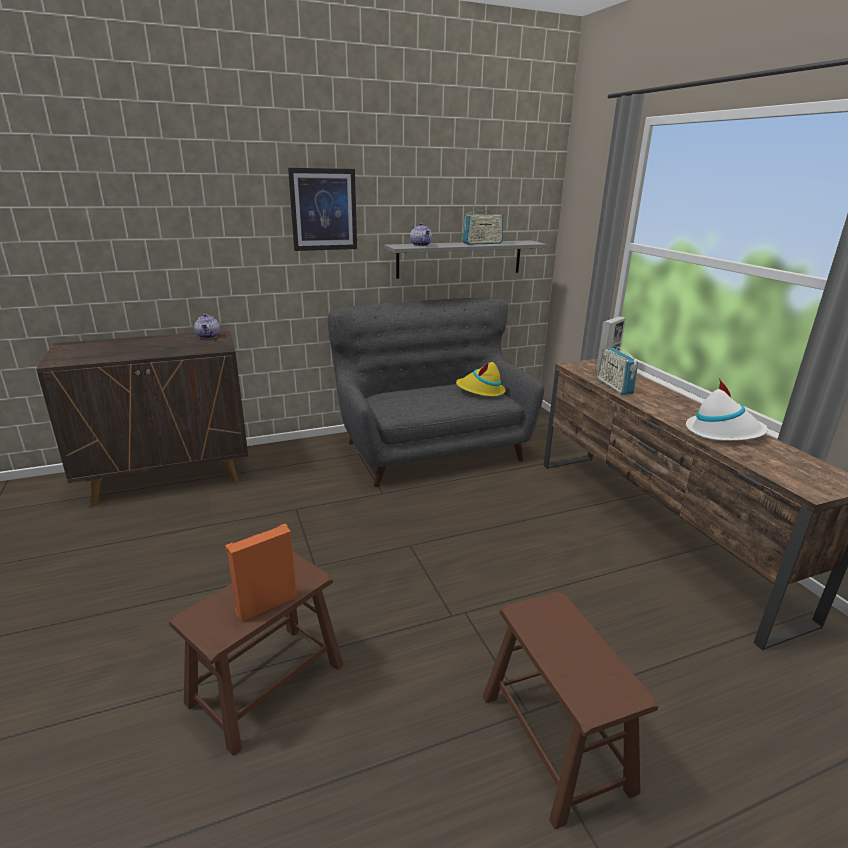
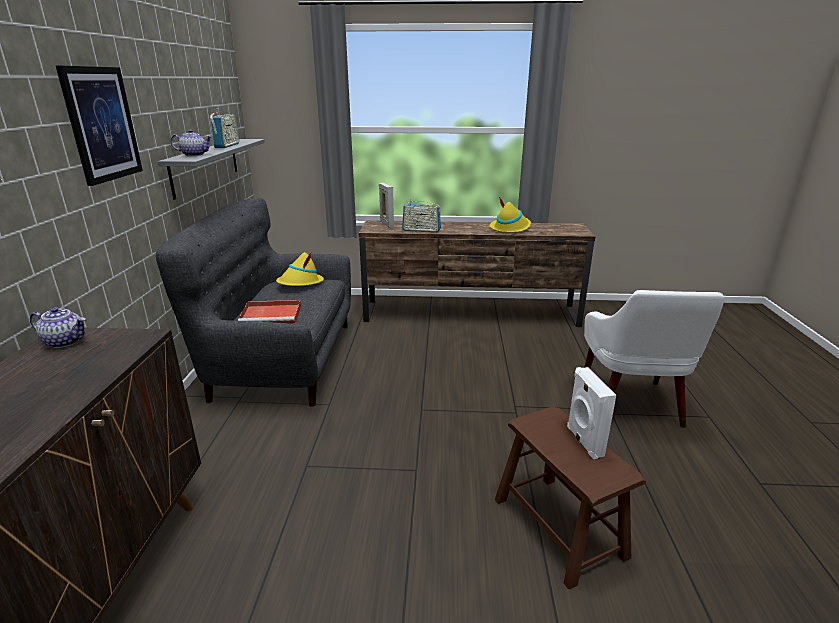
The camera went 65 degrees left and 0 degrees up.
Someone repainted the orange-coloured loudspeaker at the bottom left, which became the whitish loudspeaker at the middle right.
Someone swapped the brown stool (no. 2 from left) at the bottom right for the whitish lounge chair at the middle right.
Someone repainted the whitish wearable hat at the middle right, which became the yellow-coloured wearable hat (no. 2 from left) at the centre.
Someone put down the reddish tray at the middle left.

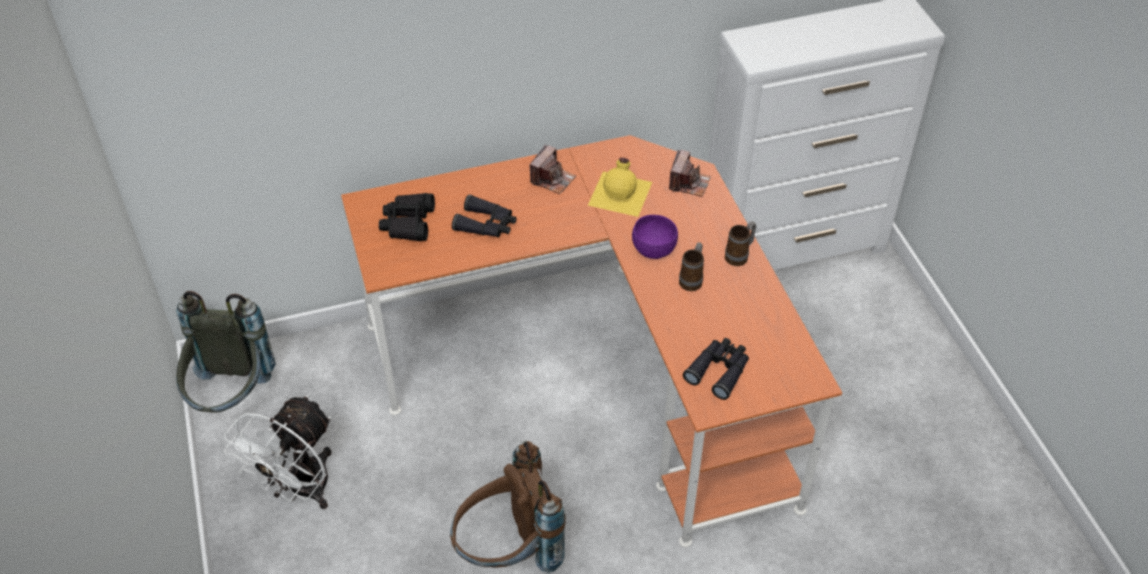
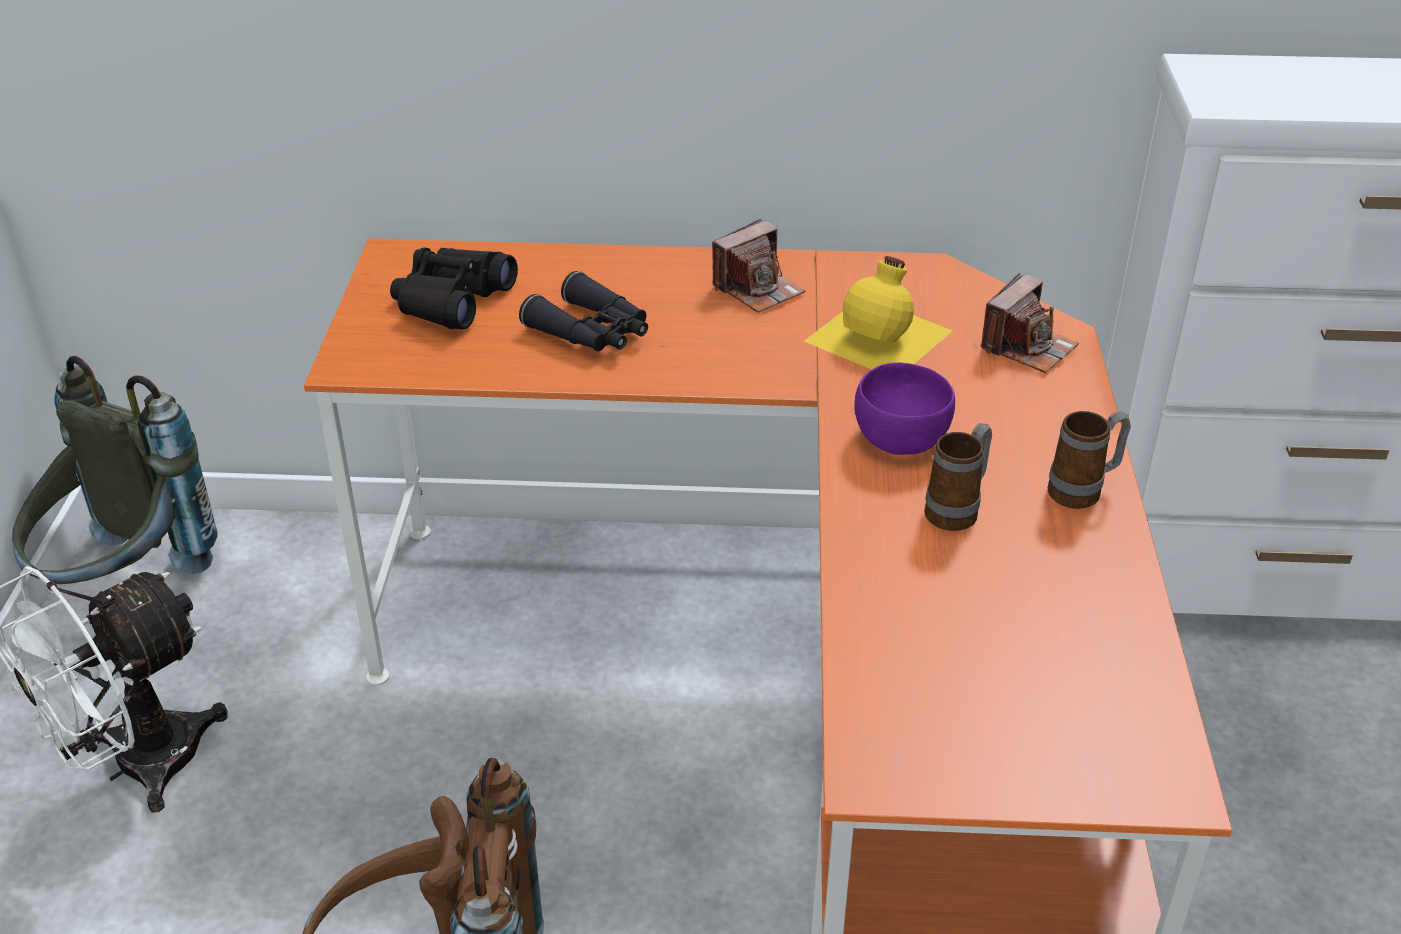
The camera went 20 degrees right and 10 degrees down.
Someone took away the black pair of binoculars (no. 3 from left) at the centre.

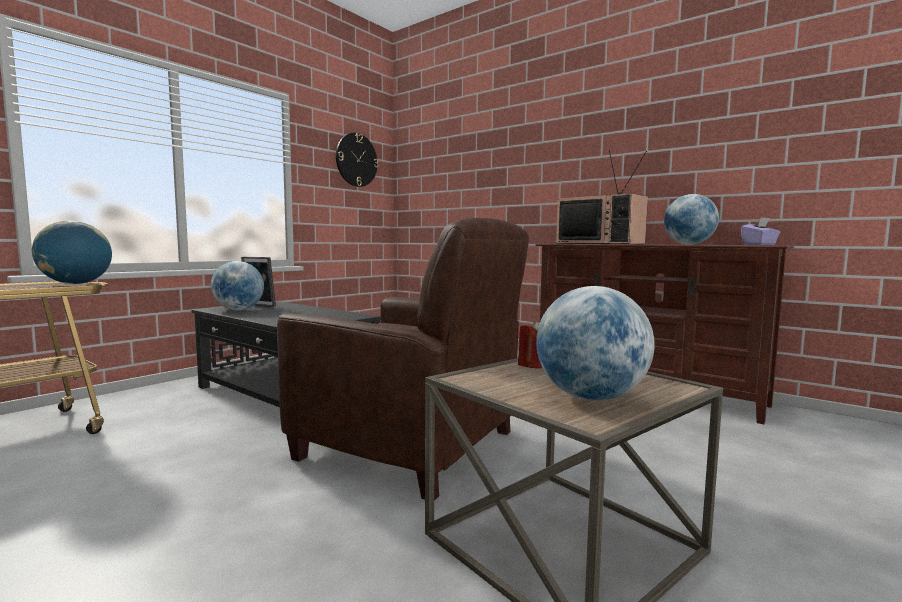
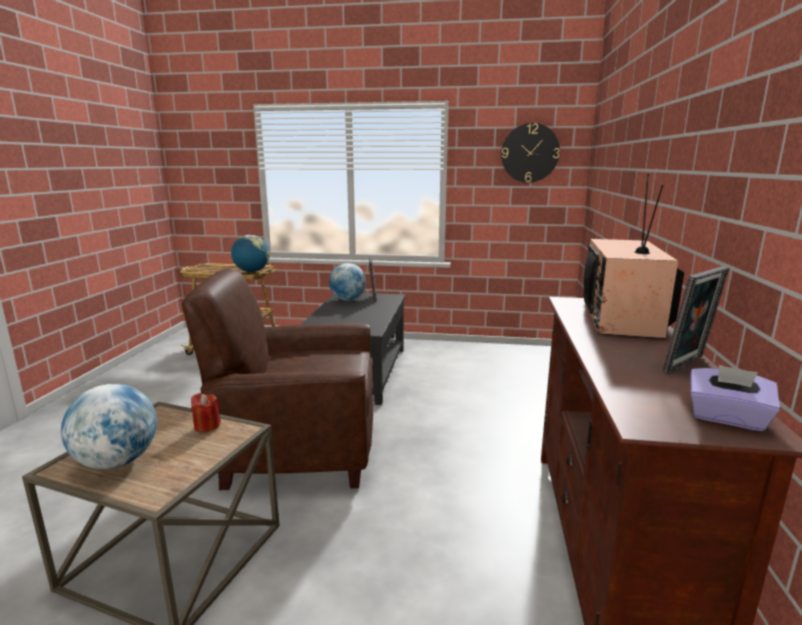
The camera went 60 degrees right and 10 degrees up.
Someone rotated the brown lounge chair at the centre by 90 degrees clockwise.
Someone swapped the desk globe (no. 4 from left) at the middle right for the photo frame (no. 2 from left) at the middle right.

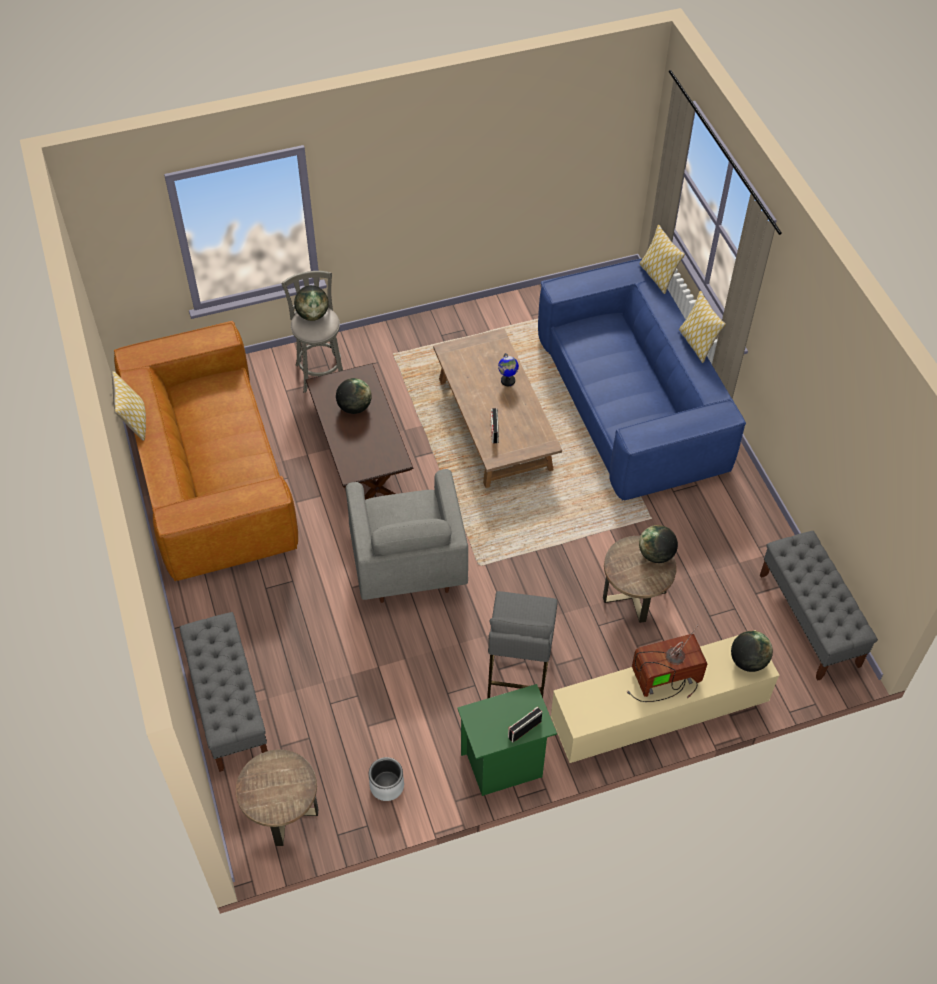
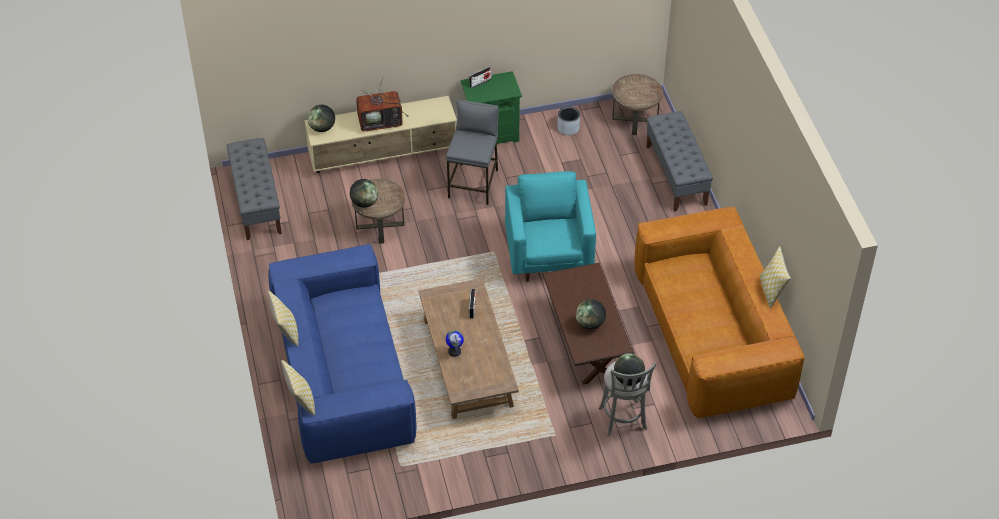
The camera went 175 degrees left and 5 degrees down.
Someone repainted the gray lounge chair at the centre, which became the turquoise-coloured lounge chair at the centre.

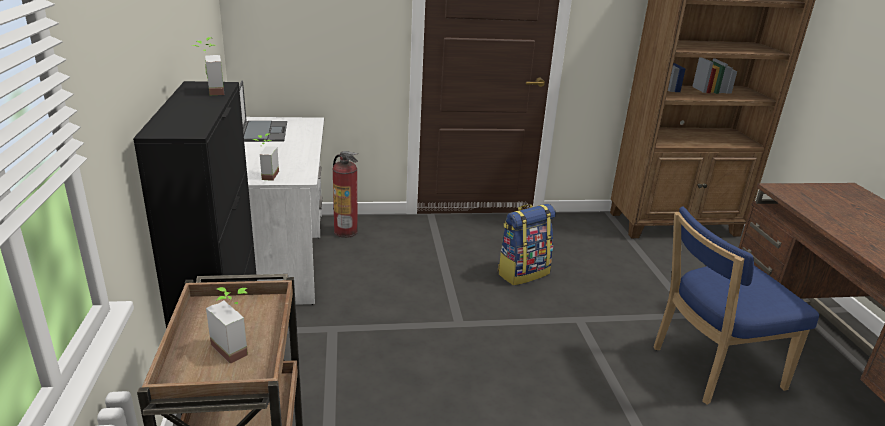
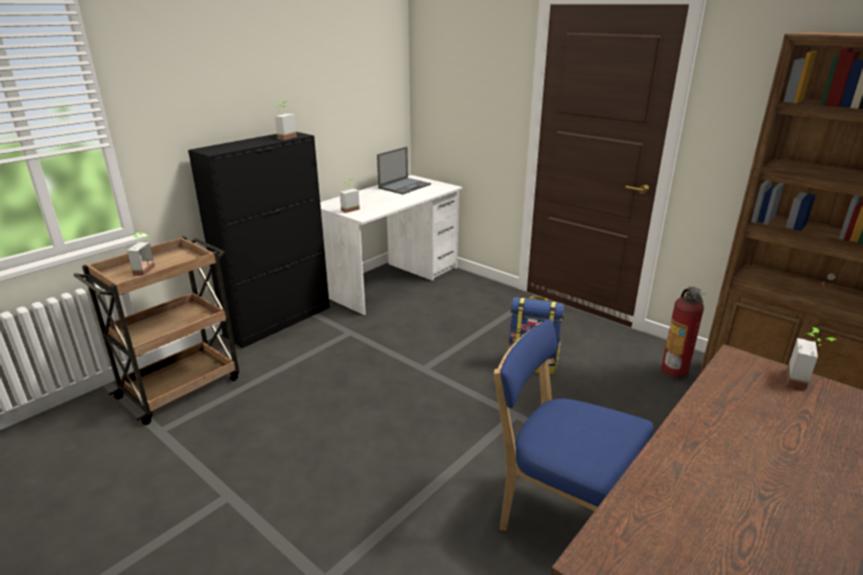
The camera went 50 degrees right and 0 degrees up.
Someone carried the extinguisher from the centre to the middle right.
Someone put down the plant in a pot (no. 4 from left) at the middle right.

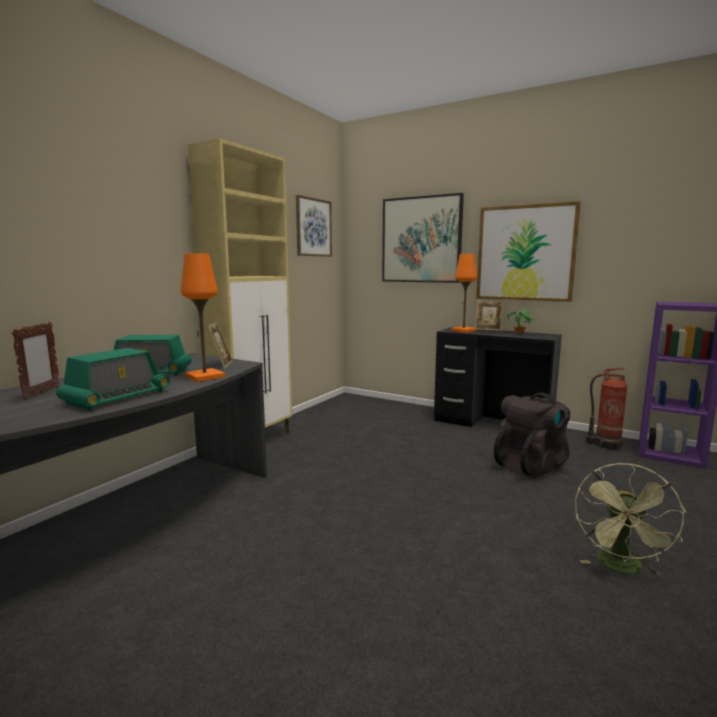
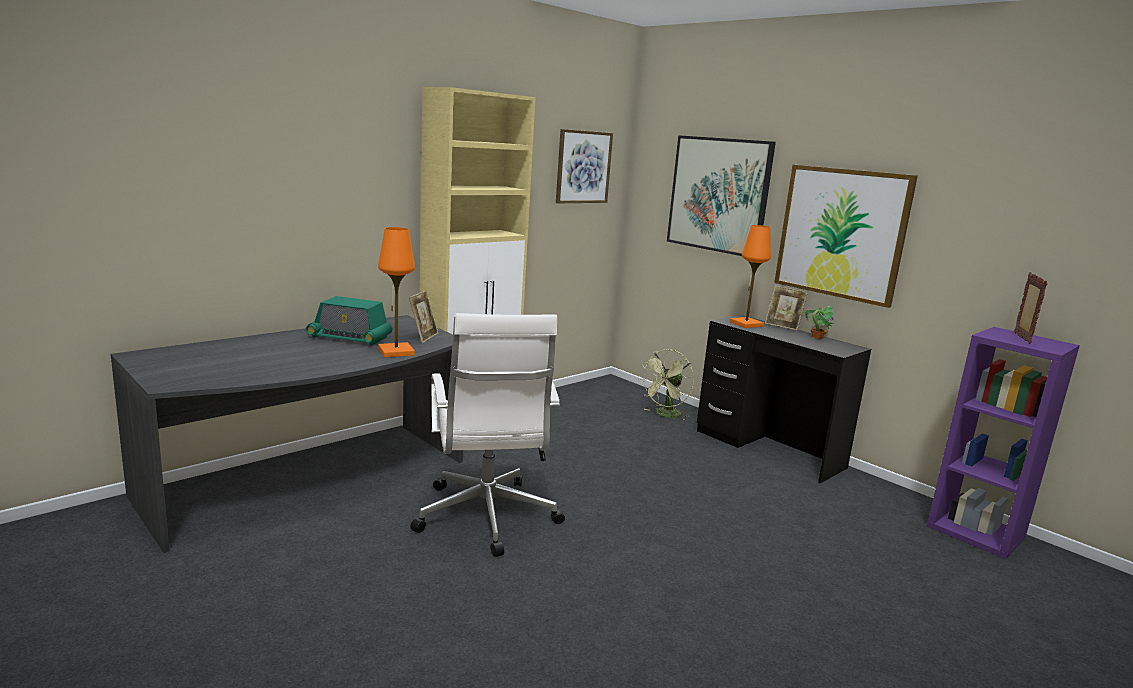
The camera went 15 degrees right and 5 degrees up.
Someone carried the photo frame (no. 1 from left in the first image) from the middle left to the middle right.
Someone took away the radio receiver (no. 1 from left) at the middle left.
Someone took away the black rucksack at the middle right.
Someone carried the greenish fan from the bottom right to the centre.
Someone took away the extinguisher at the middle right.
Someone put down the whitish desk chair at the centre.

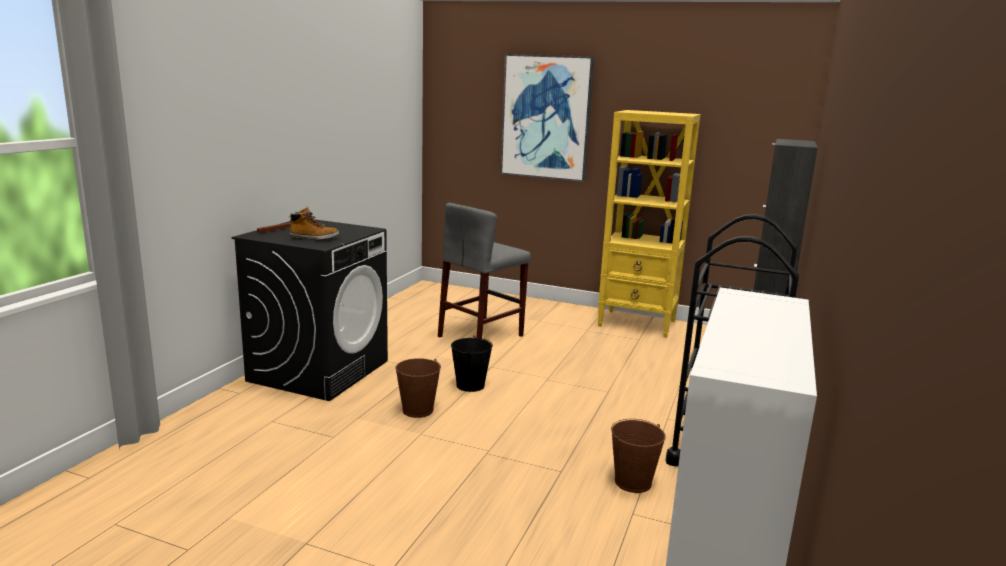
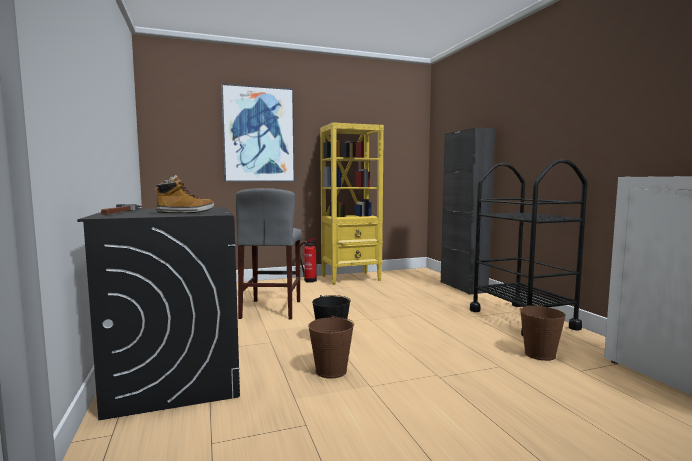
The camera went 40 degrees left and 10 degrees down.
Someone put down the extinguisher at the centre.

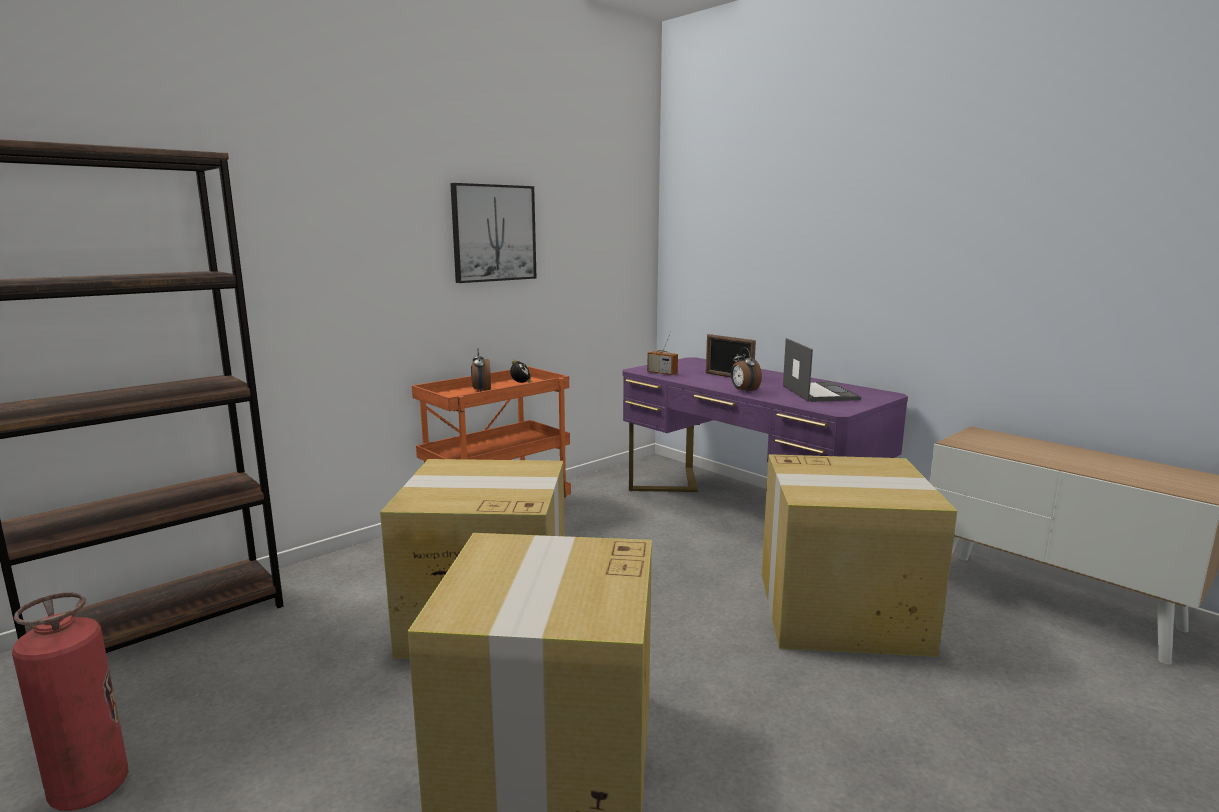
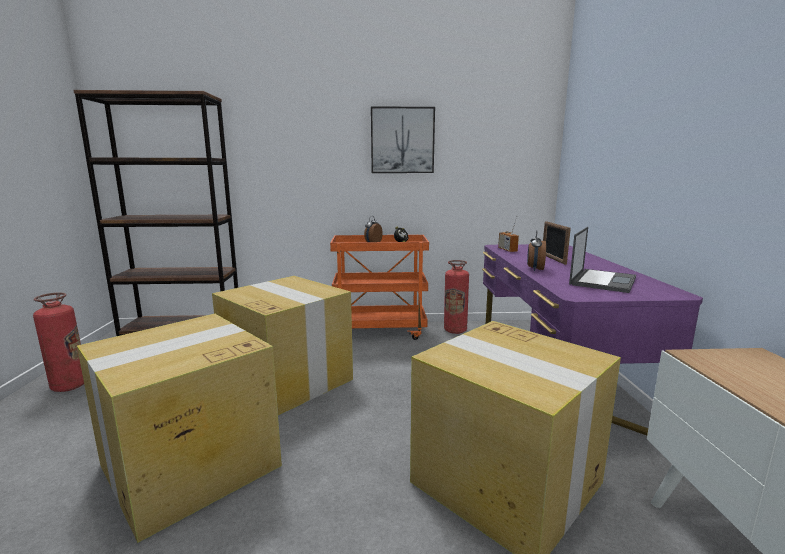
The camera went 40 degrees right and 0 degrees up.
Someone put down the extinguisher (no. 2 from left) at the centre.

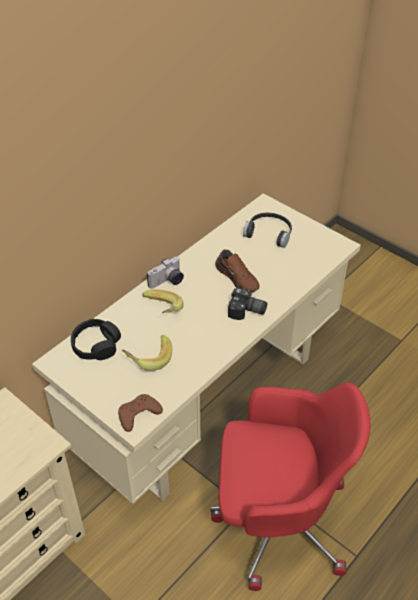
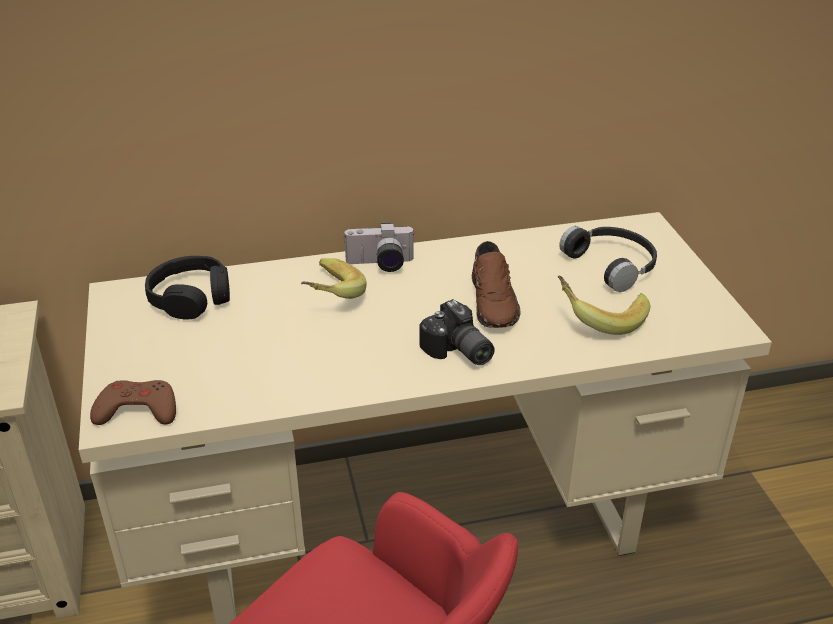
The camera went 35 degrees right and 10 degrees down.
Someone carried the whole banana (no. 1 from left in the first image) from the centre to the middle right.

